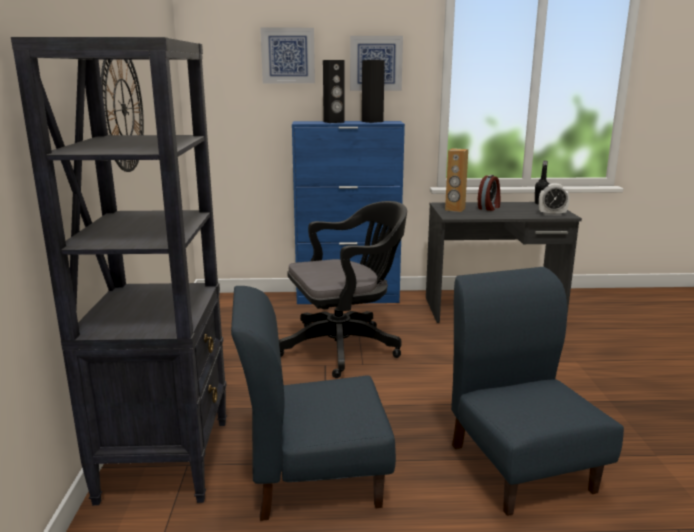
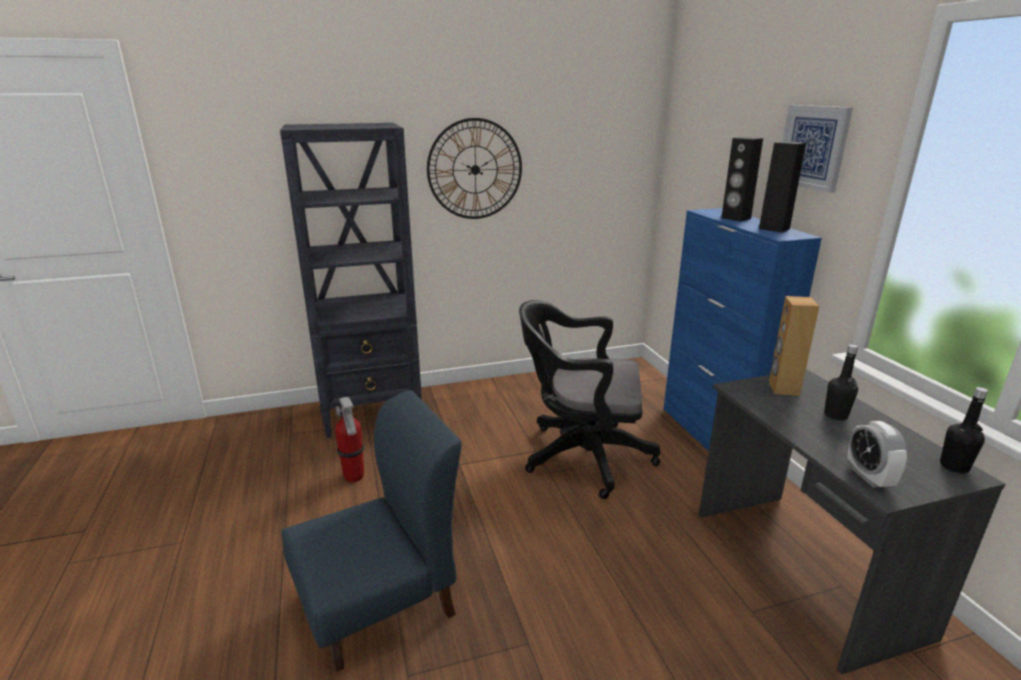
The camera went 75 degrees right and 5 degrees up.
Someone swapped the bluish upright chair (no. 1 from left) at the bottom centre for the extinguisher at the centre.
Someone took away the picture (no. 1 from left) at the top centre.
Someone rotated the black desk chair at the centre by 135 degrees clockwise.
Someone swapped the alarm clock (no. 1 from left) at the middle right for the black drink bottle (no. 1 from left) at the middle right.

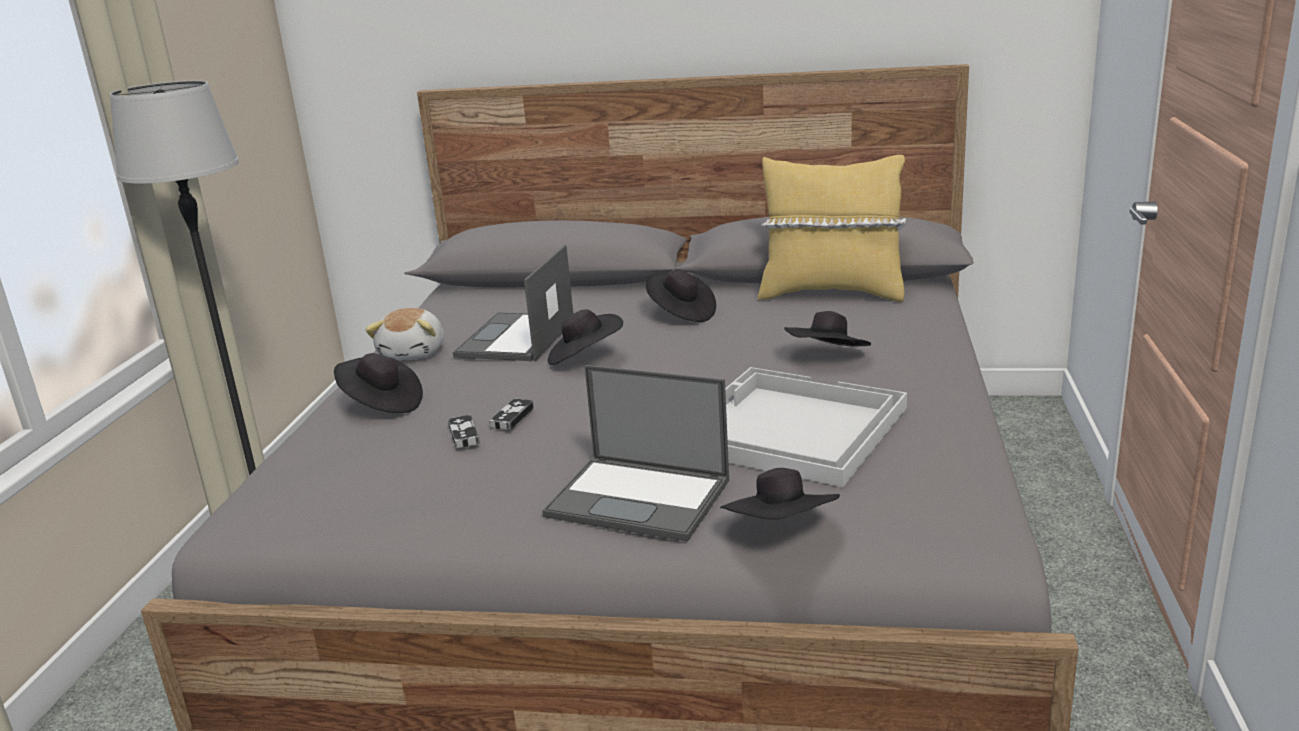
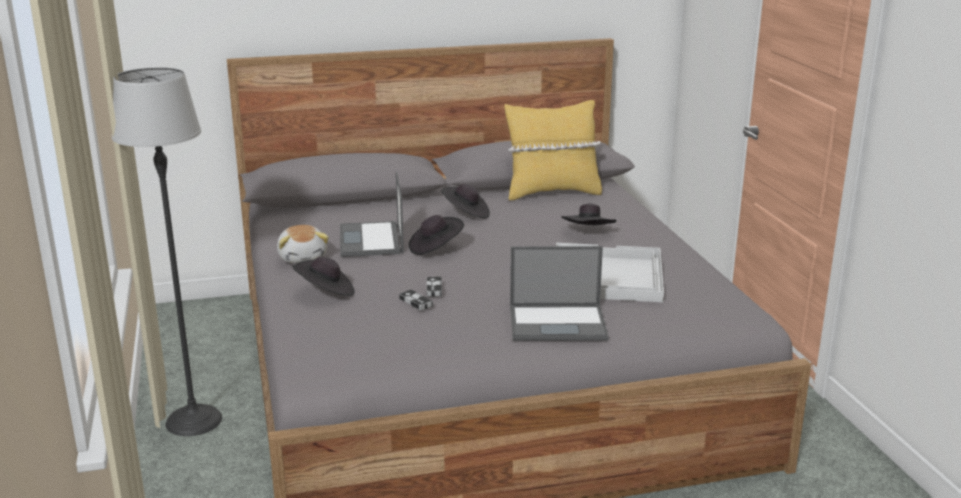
The camera went 25 degrees left and 0 degrees up.
Someone took away the black wearable hat (no. 4 from left) at the bottom centre.

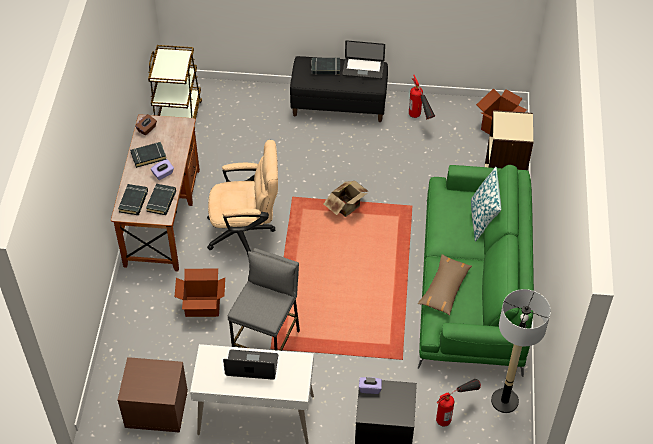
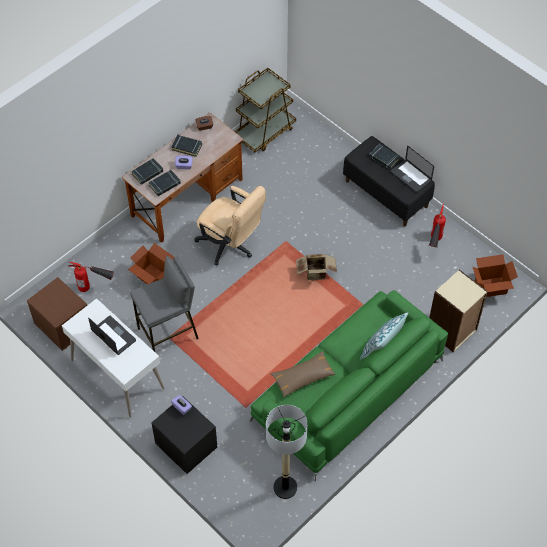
The camera went 40 degrees right and 5 degrees up.
Someone carried the extinguisher (no. 2 from left in the first image) from the bottom right to the middle left.

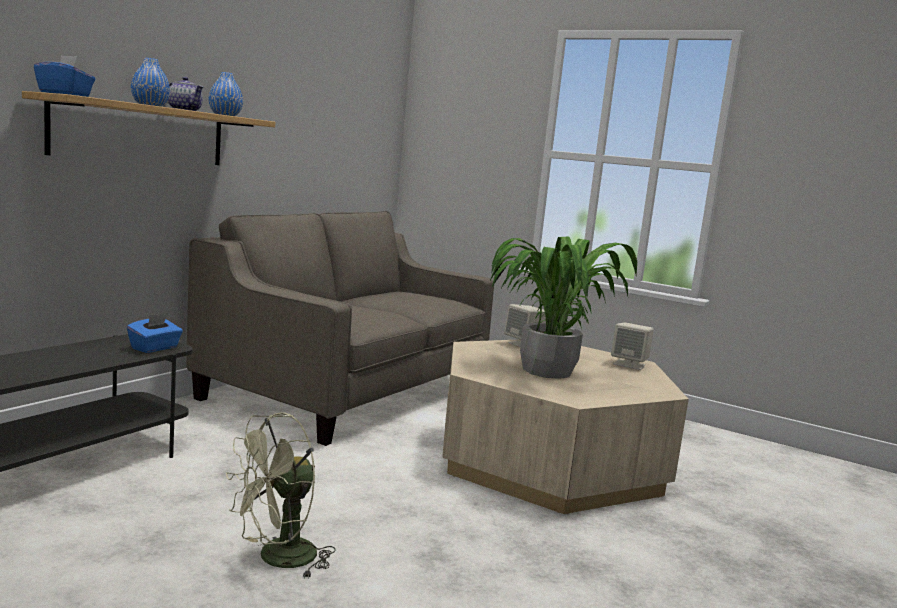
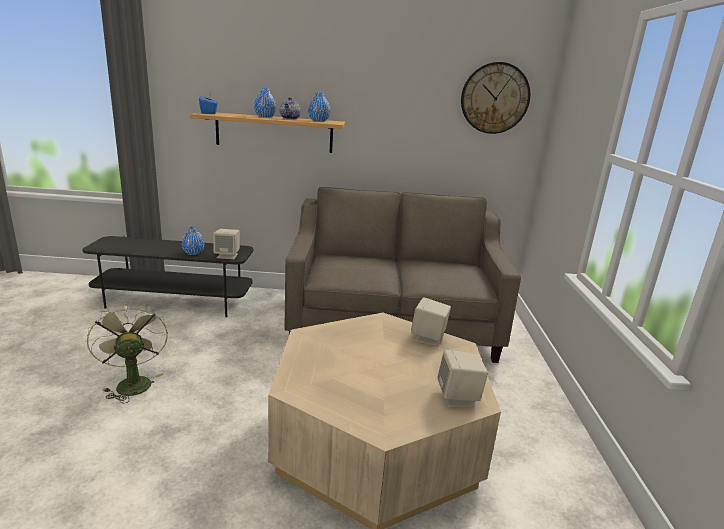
The camera went 60 degrees right and 10 degrees up.
Someone swapped the bluish tissue holder (no. 2 from left) at the middle left for the sand-coloured loudspeaker (no. 1 from left) at the middle left.
Someone rotated the greenish fan at the bottom left by 45 degrees clockwise.
Someone took away the plant in a pot at the centre.
Someone put down the bluish vase (no. 1 from left) at the middle left.
Someone put up the clock on the wall at the top right.

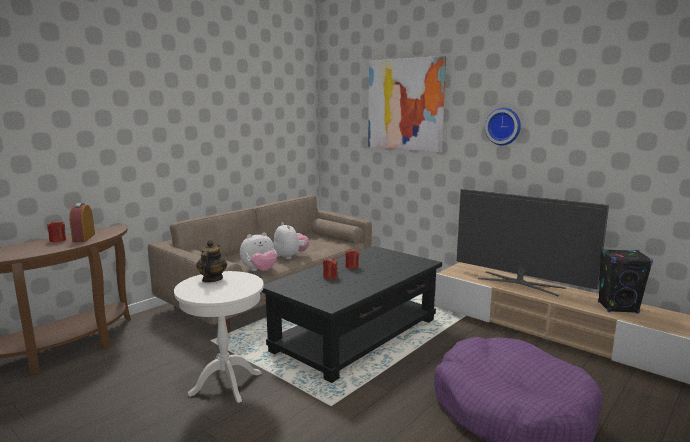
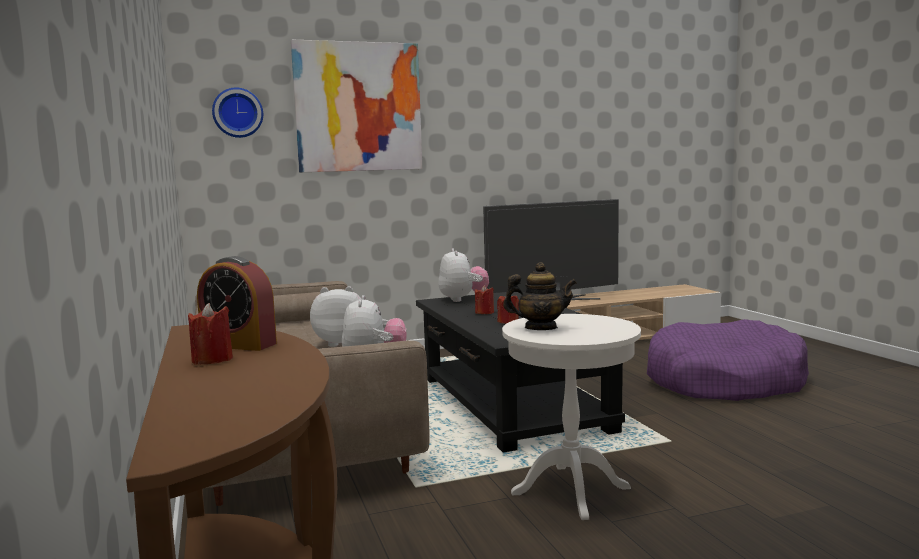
The camera went 60 degrees left and 5 degrees down.
Someone rotated the tea pot at the middle left by 150 degrees clockwise.
Someone carried the clock on the wall from the top right to the top left.
Someone took away the black loudspeaker at the middle right.
Someone put down the cuddly toy (no. 3 from left) at the centre.

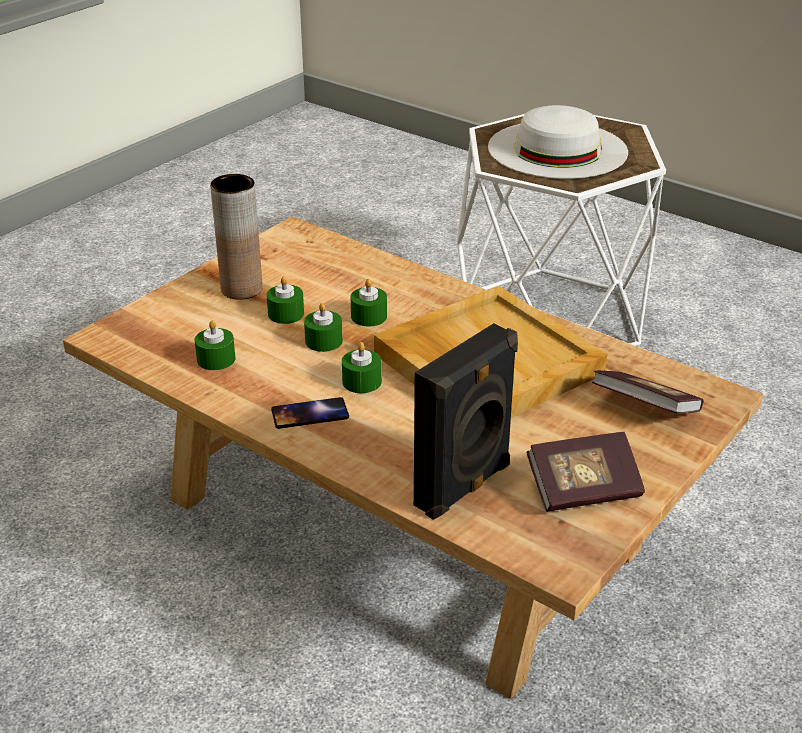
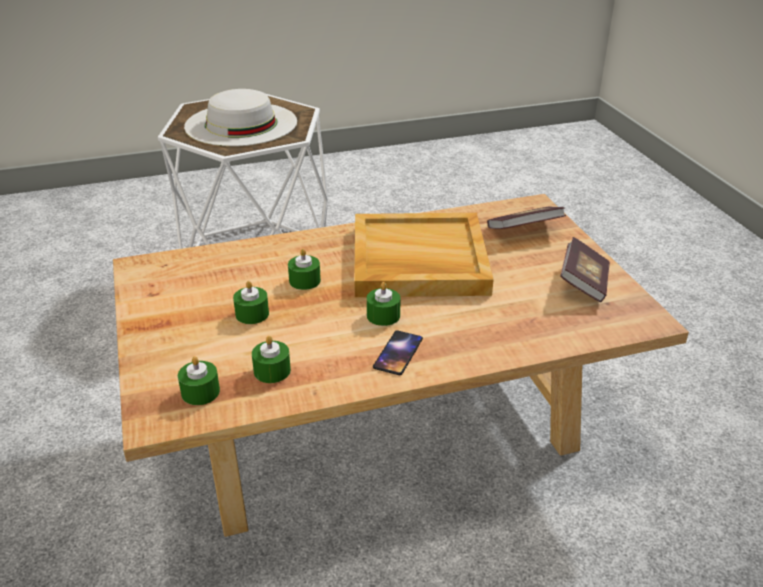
The camera went 55 degrees left and 0 degrees up.
Someone took away the brown vase at the top left.
Someone carried the greenish wax candle (no. 3 from left in the first image) from the centre to the middle left.
Someone took away the black loudspeaker at the centre.

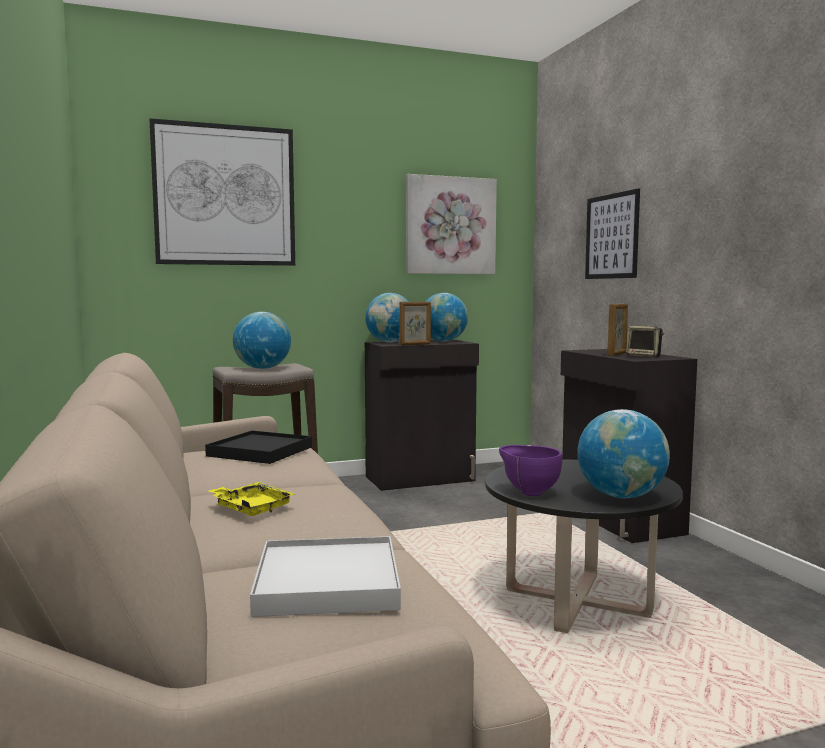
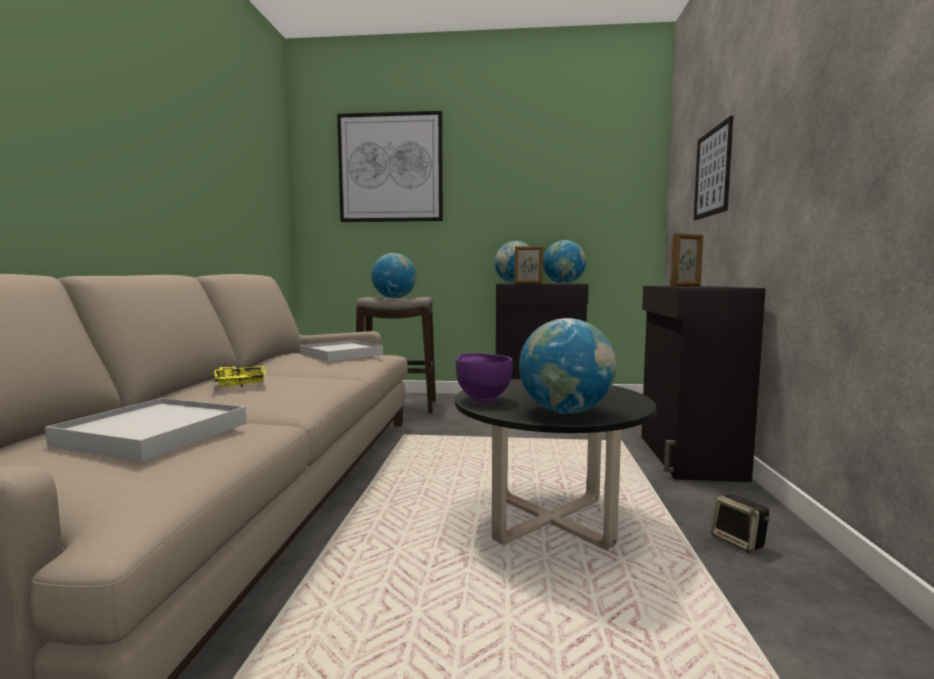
The camera went 25 degrees right and 0 degrees up.
Someone repainted the black tray at the middle left, which became the whitish tray (no. 2 from left) at the centre.
Someone took away the picture (no. 2 from left) at the top centre.
Someone carried the loudspeaker from the middle right to the bottom right.

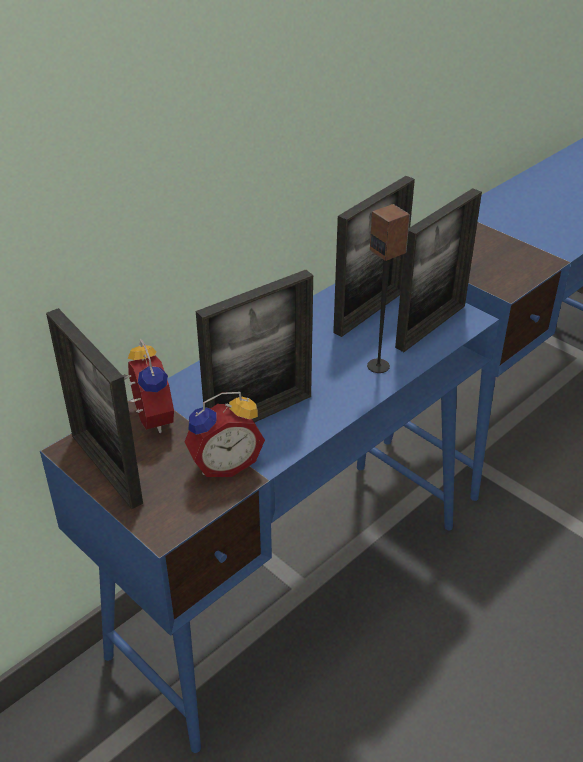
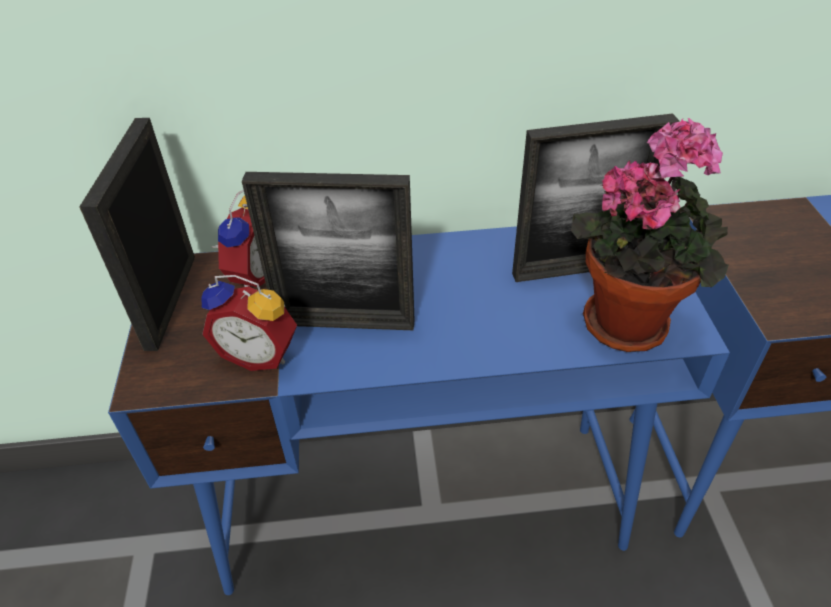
The camera went 40 degrees right and 5 degrees up.
Someone took away the loudspeaker at the centre.
Someone swapped the photo frame (no. 4 from left) at the middle right for the plant in a pot at the middle right.

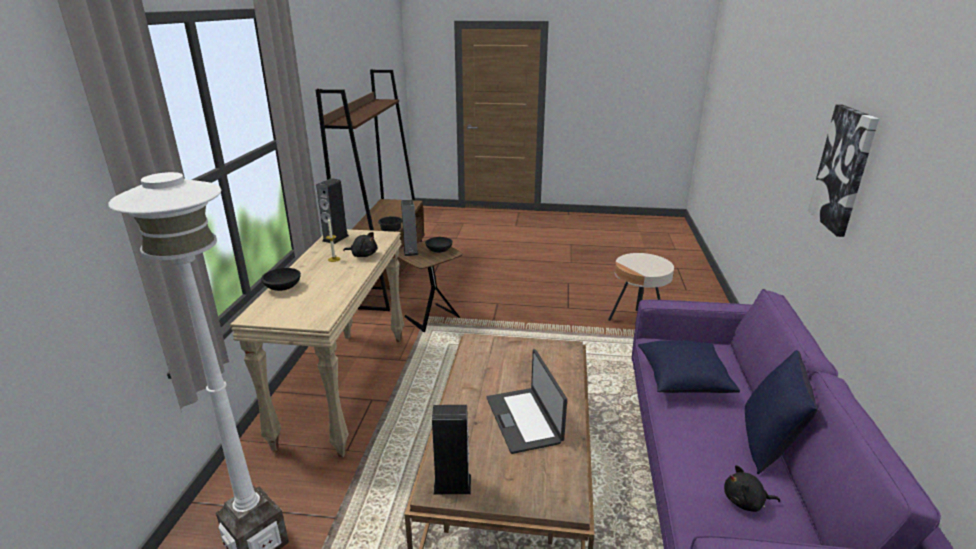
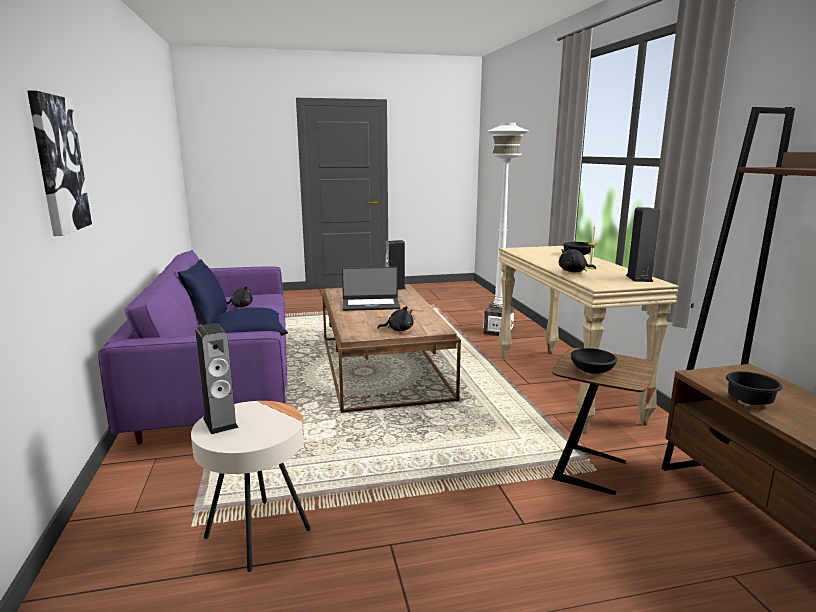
The camera went 160 degrees right and 10 degrees down.
Someone carried the loudspeaker (no. 2 from left in the first image) from the centre to the middle left.
Someone rotated the notebook computer at the bottom centre by 120 degrees clockwise.
Someone put down the black cuddly toy (no. 2 from left) at the centre.

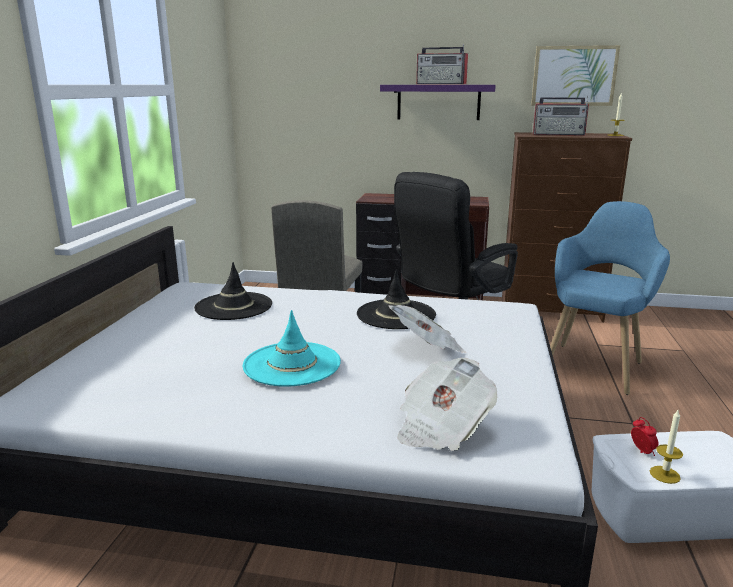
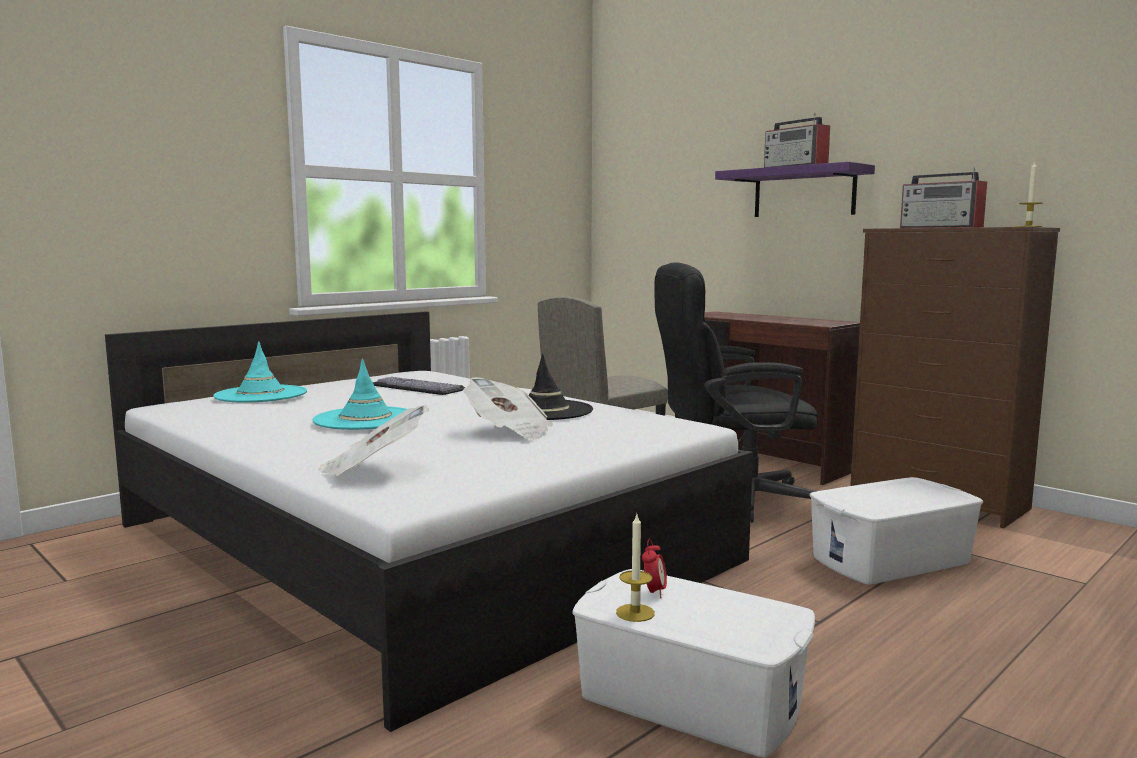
The camera went 35 degrees right and 10 degrees down.
Someone swapped the black wearable hat (no. 1 from left) at the middle left for the keyboard at the centre.
Someone took away the picture at the top right.
Someone swapped the bluish lounge chair at the middle right for the whitish storage container (no. 2 from left) at the bottom right.
Someone put down the turquoise-coloured wearable hat (no. 1 from left) at the middle left.

